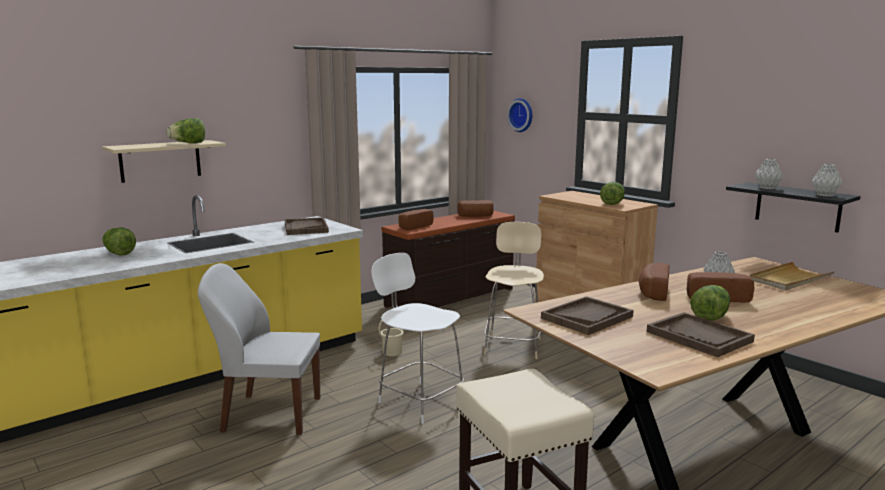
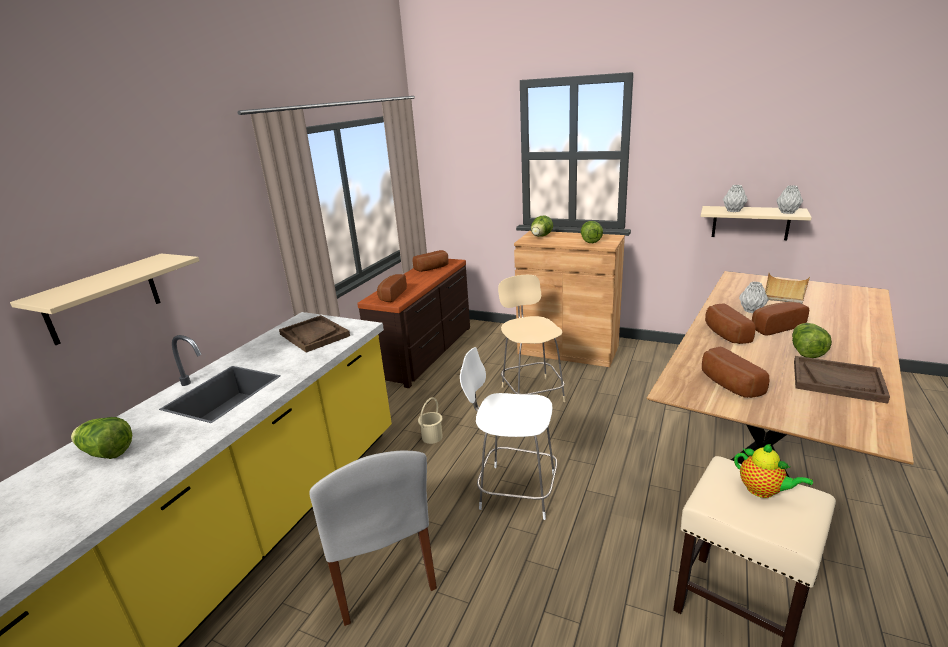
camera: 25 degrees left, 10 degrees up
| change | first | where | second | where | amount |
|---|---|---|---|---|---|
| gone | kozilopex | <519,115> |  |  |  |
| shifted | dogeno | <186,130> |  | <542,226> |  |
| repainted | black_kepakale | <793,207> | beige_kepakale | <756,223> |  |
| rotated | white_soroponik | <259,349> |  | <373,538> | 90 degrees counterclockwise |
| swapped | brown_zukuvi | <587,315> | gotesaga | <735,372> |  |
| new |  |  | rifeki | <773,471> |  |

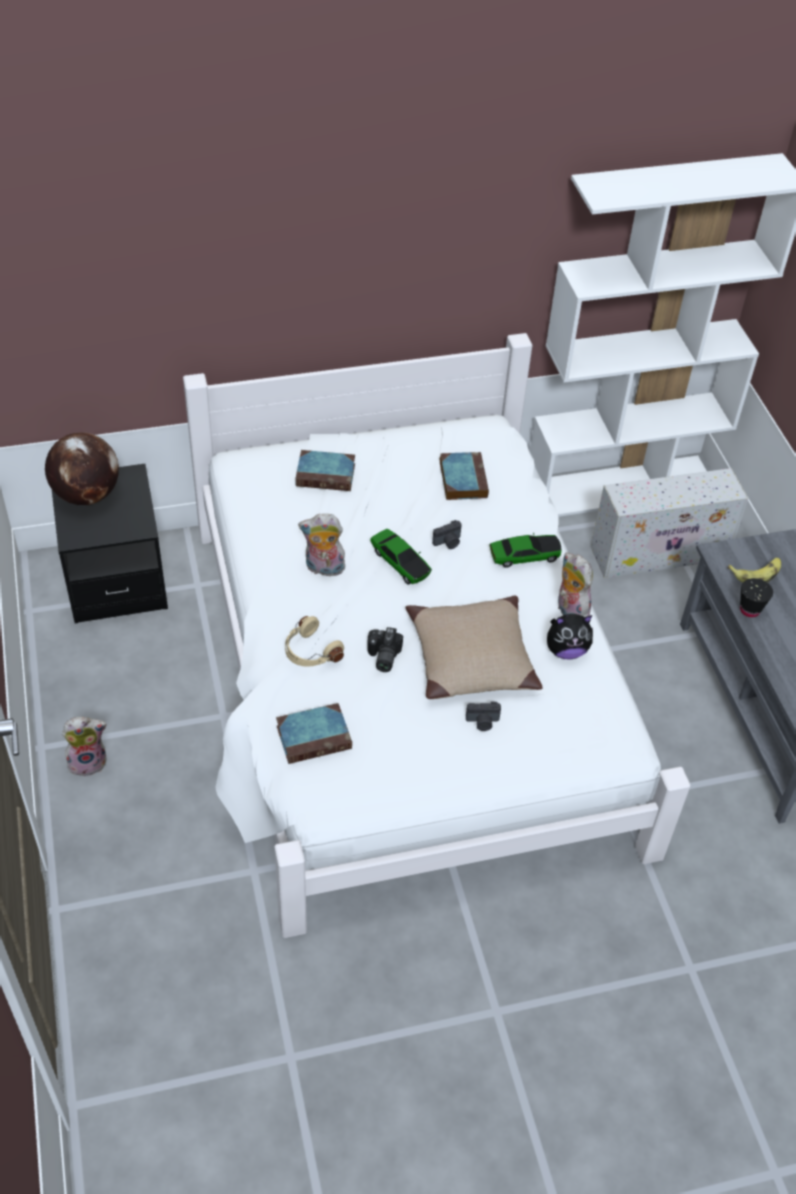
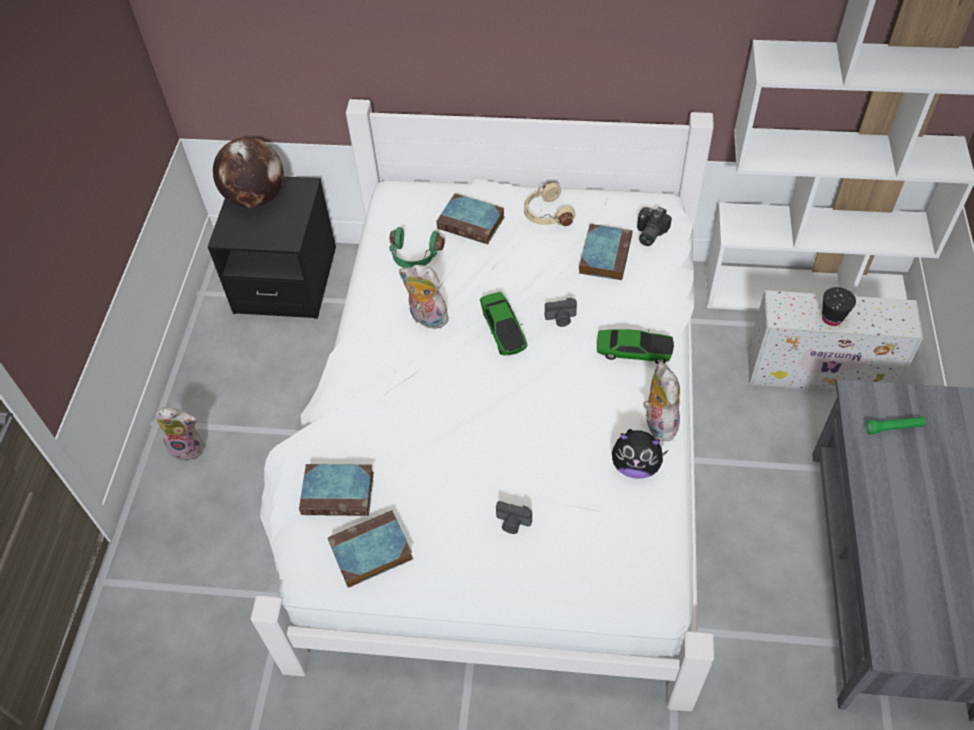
camera: 25 degrees right, 5 degrees up
| change | first | where | second | where | amount |
|---|---|---|---|---|---|
| swapped | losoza | <754,570> | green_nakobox | <895,425> |  |
| shifted | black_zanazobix | <756,597> |  | <839,306> |  |
| gone | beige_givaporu | <474,647> |  |  |  |
| shifted | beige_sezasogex | <314,641> |  | <549,204> |  |
| shifted | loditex | <385,649> |  | <654,226> |  |
| new |  |  | green_sezasogex | <417,247> |  |
| new |  |  | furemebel | <370,549> |  |

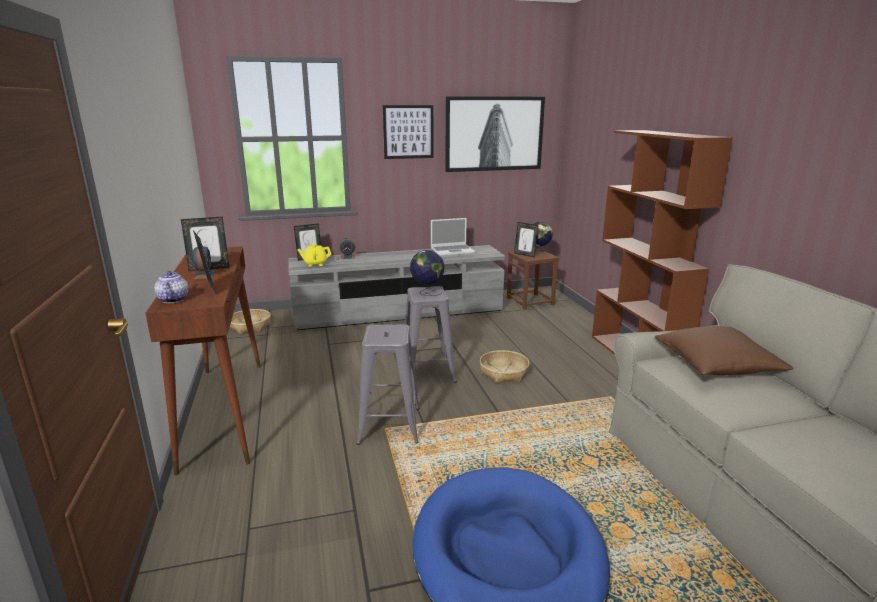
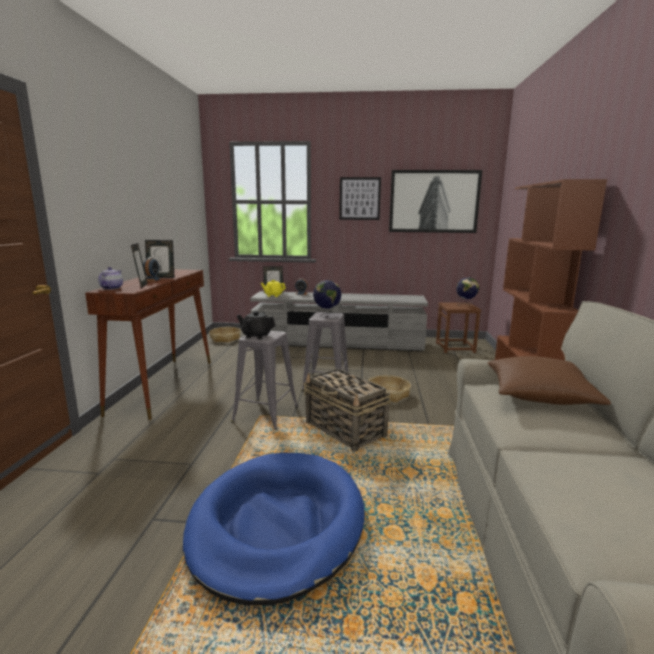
camera: 20 degrees right, 5 degrees down
| change | first | where | second | where | amount |
|---|---|---|---|---|---|
| gone | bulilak | <453,237> |  |  |  |
| gone | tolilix | <526,239> |  |  |  |
| new |  |  | black_rifeki | <256,325> |  |
| new |  |  | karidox | <347,410> |  |

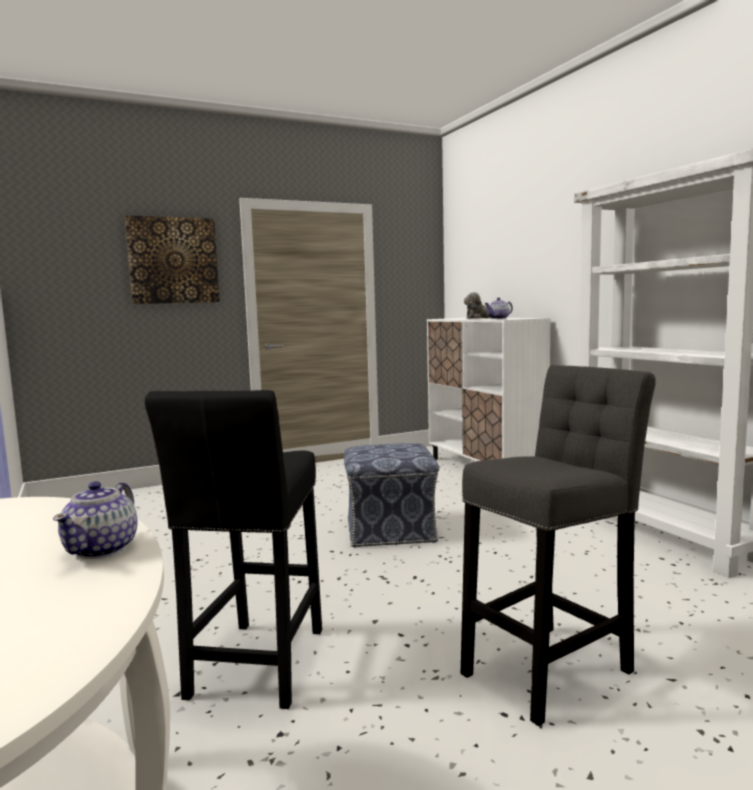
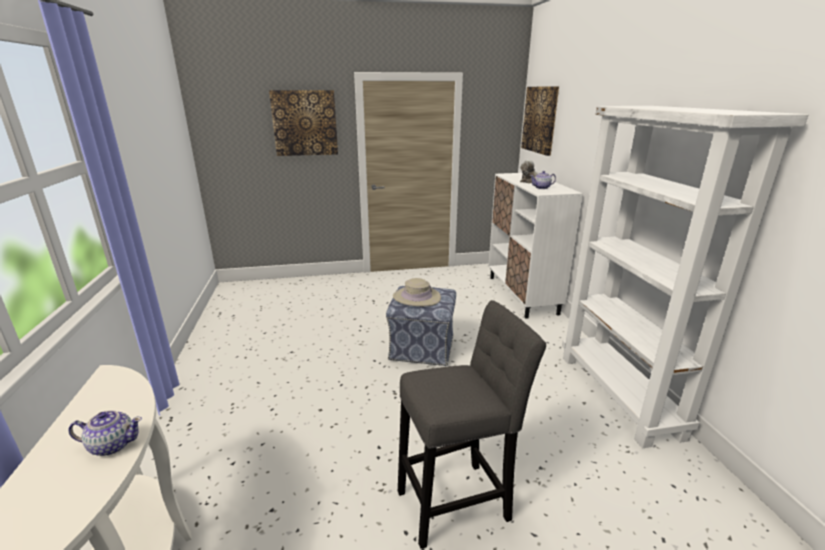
camera: 15 degrees right, 15 degrees up
| change | first | where | second | where | amount |
|---|---|---|---|---|---|
| gone | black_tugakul | <233,549> |  |  |  |
| rotated | rifeki | <95,520> |  | <105,433> | 120 degrees counterclockwise |
| new |  |  | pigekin | <540,121> |  |
| new |  |  | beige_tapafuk | <417,292> |  |

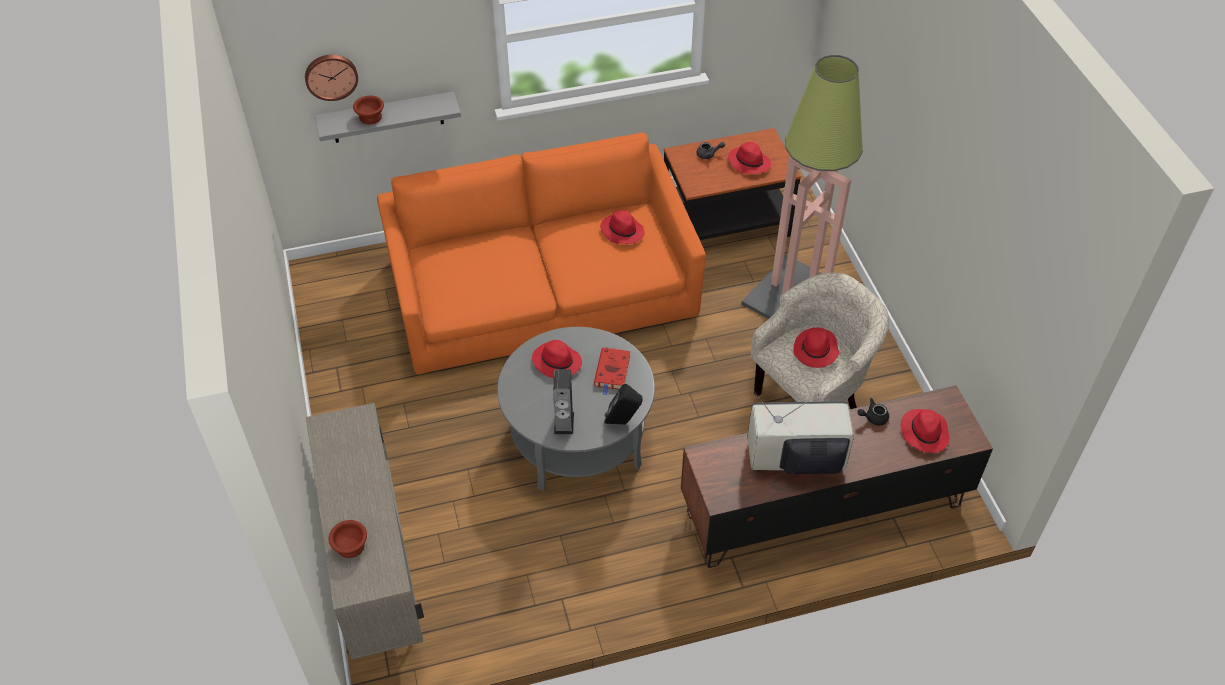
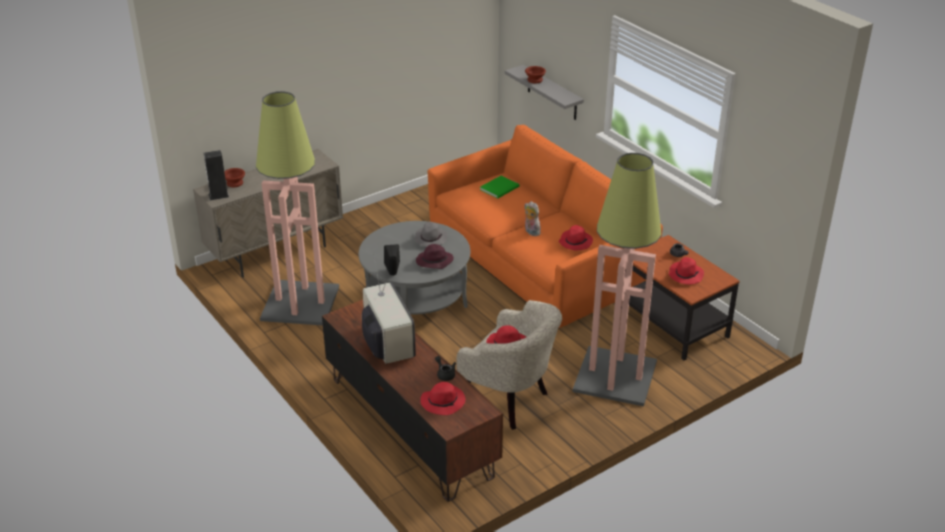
camera: 70 degrees right, 15 degrees down
| change | first | where | second | where | amount |
|---|---|---|---|---|---|
| gone | kozilopex | <331,78> |  |  |  |
| repainted | red_tapafuk | <557,359> | grey_tapafuk | <431,234> |  |
| swapped | red_furemebel | <612,371> | purple_tapafuk | <435,256> |  |
| shifted | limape | <563,401> |  | <216,175> |  |
| new |  |  | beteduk | <297,208> |  |
| new |  |  | green_furemebel | <500,187> |  |
| new |  |  | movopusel | <533,218> |  |

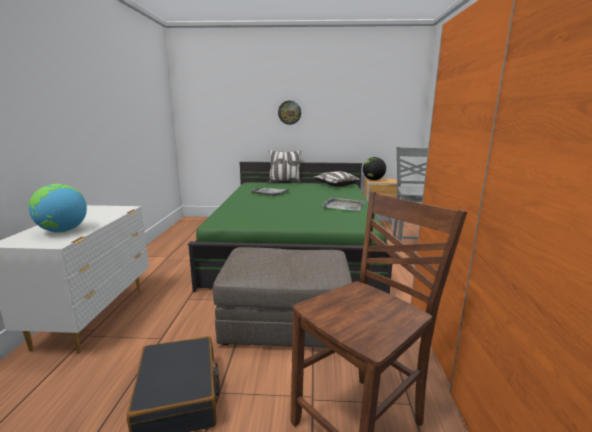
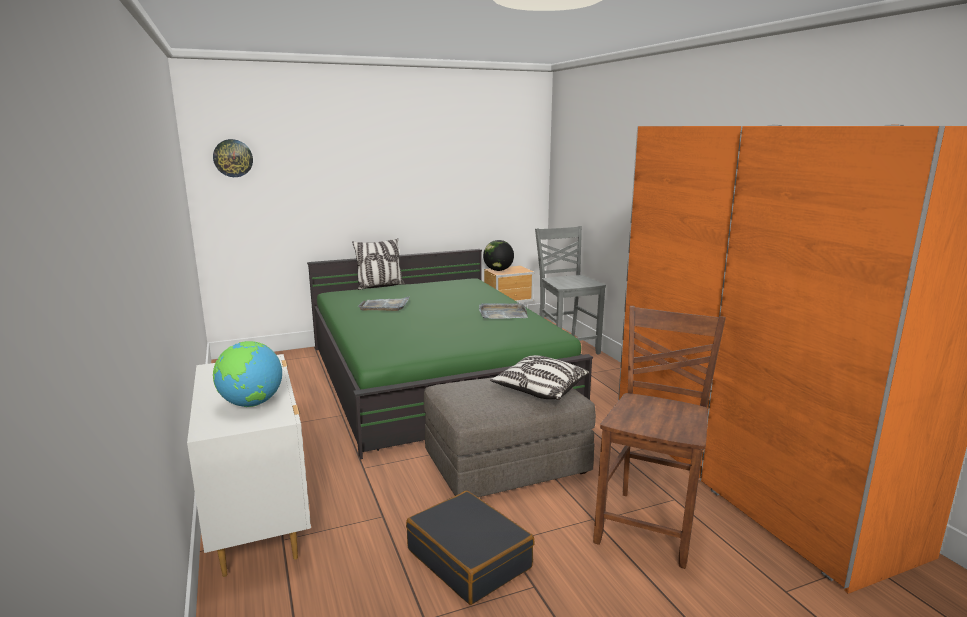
camera: 25 degrees left, 0 degrees up
| change | first | where | second | where | amount |
|---|---|---|---|---|---|
| shifted | kozilopex | <289,113> |  | <233,158> |  |
| shifted | givaporu | <336,179> |  | <539,377> |  |

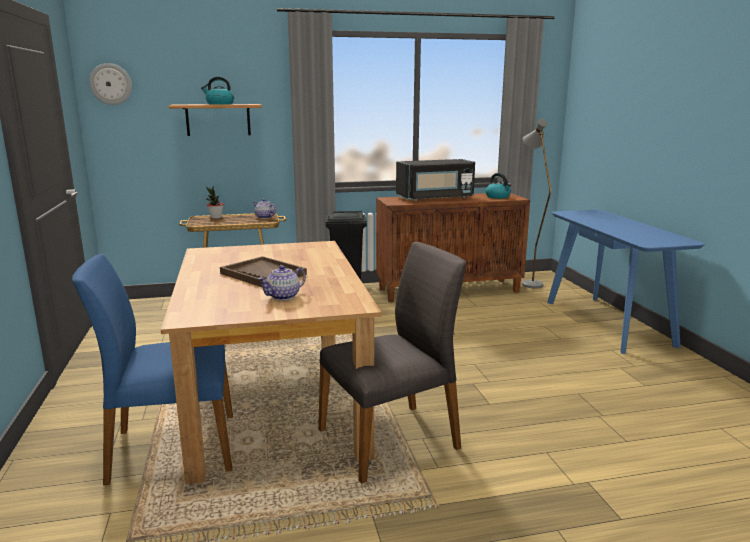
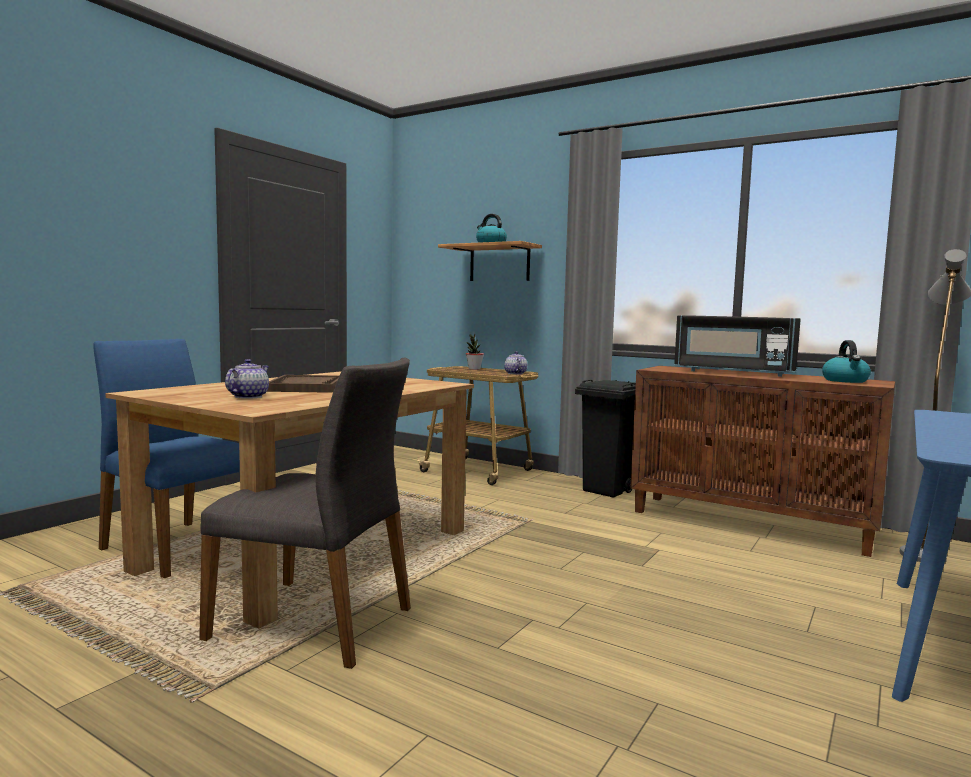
camera: 45 degrees right, 10 degrees down
| change | first | where | second | where | amount |
|---|---|---|---|---|---|
| gone | kozilopex | <110,84> |  |  |  |
| rotated | rifeki | <282,282> |  | <247,379> | 105 degrees clockwise |

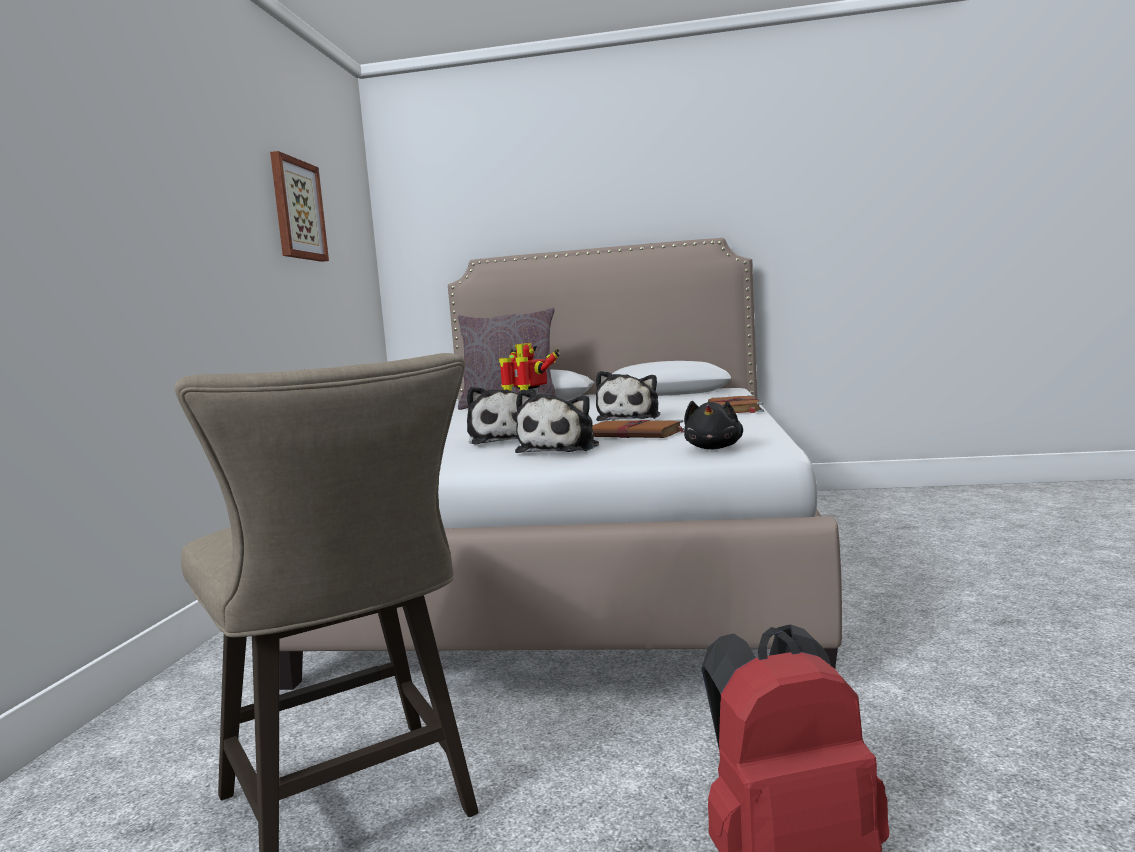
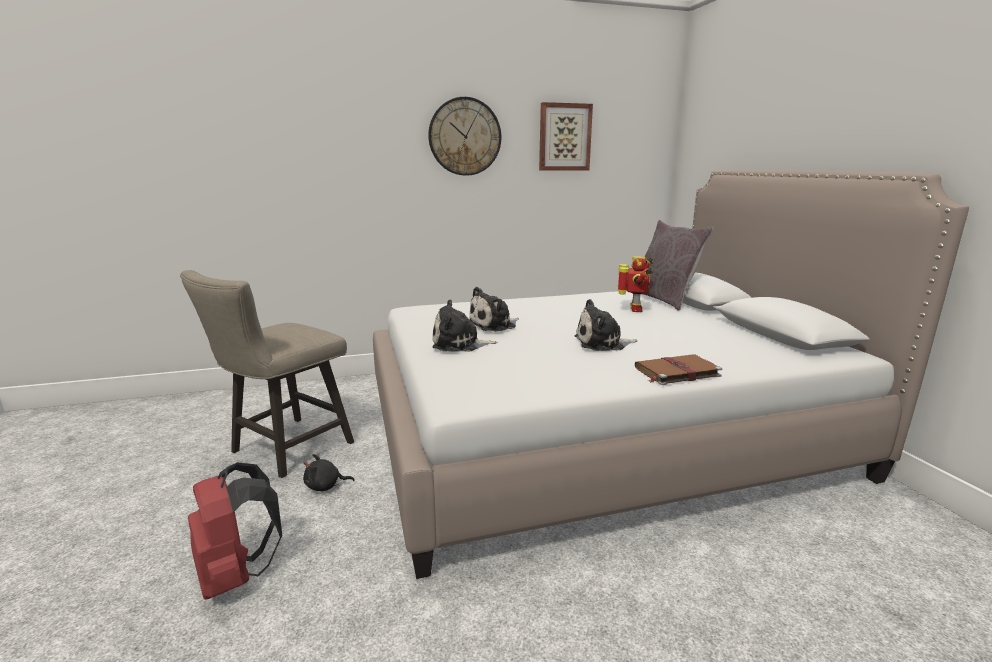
camera: 65 degrees right, 10 degrees up
| change | first | where | second | where | amount |
|---|---|---|---|---|---|
| shifted | black_movopusel | <713,425> |  | <329,472> |  |
| gone | brown_furemebel | <638,429> |  |  |  |
| new |  |  | kozilopex | <464,136> |  |

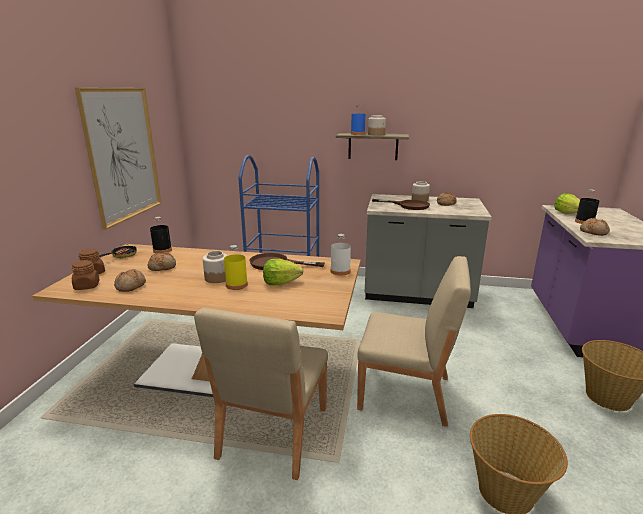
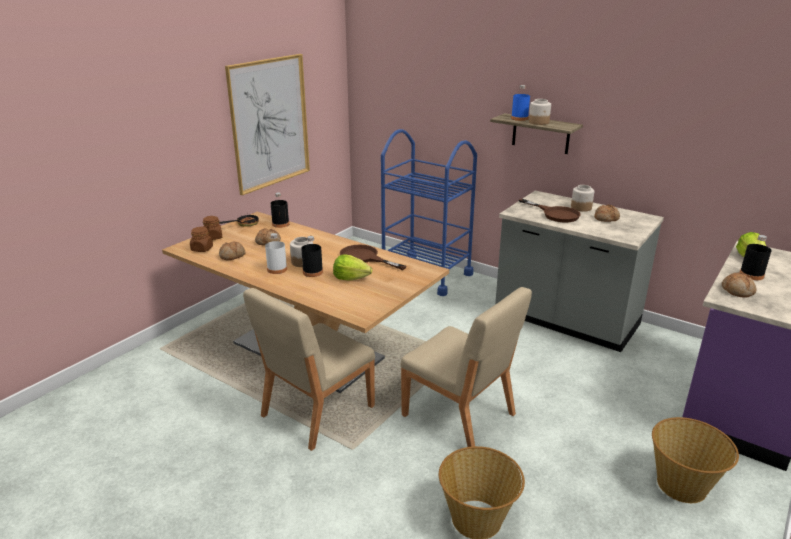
camera: 25 degrees right, 5 degrees up
| change | first | where | second | where | amount |
|---|---|---|---|---|---|
| shifted | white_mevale | <340,255> |  | <276,253> |  |
| repainted | yellow_mevale | <236,267> | black_mevale | <312,256> |  |

